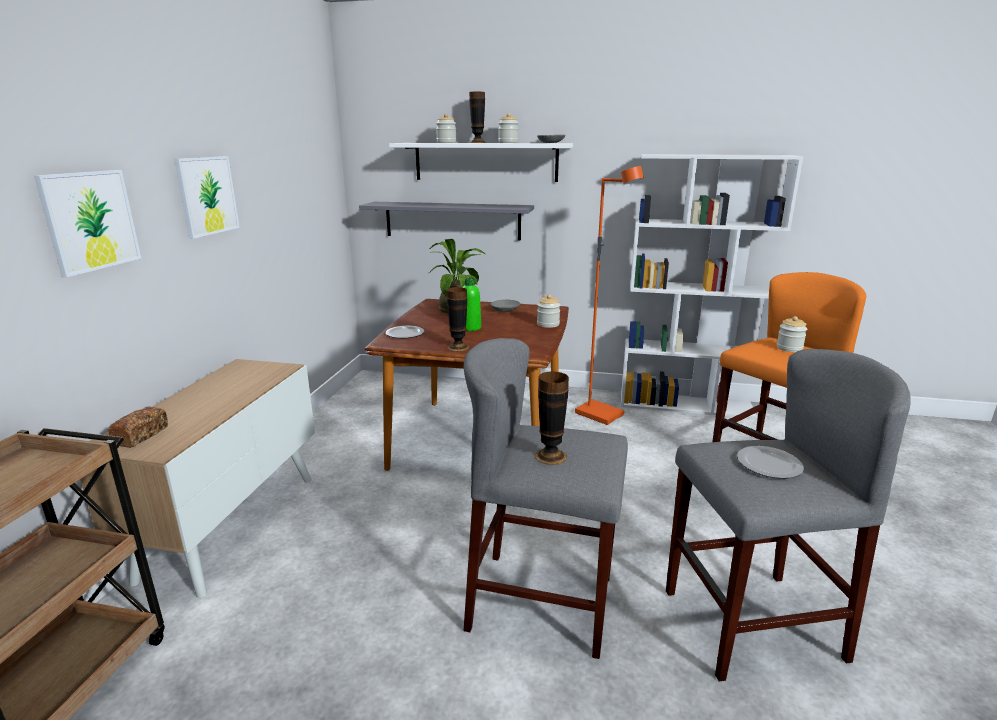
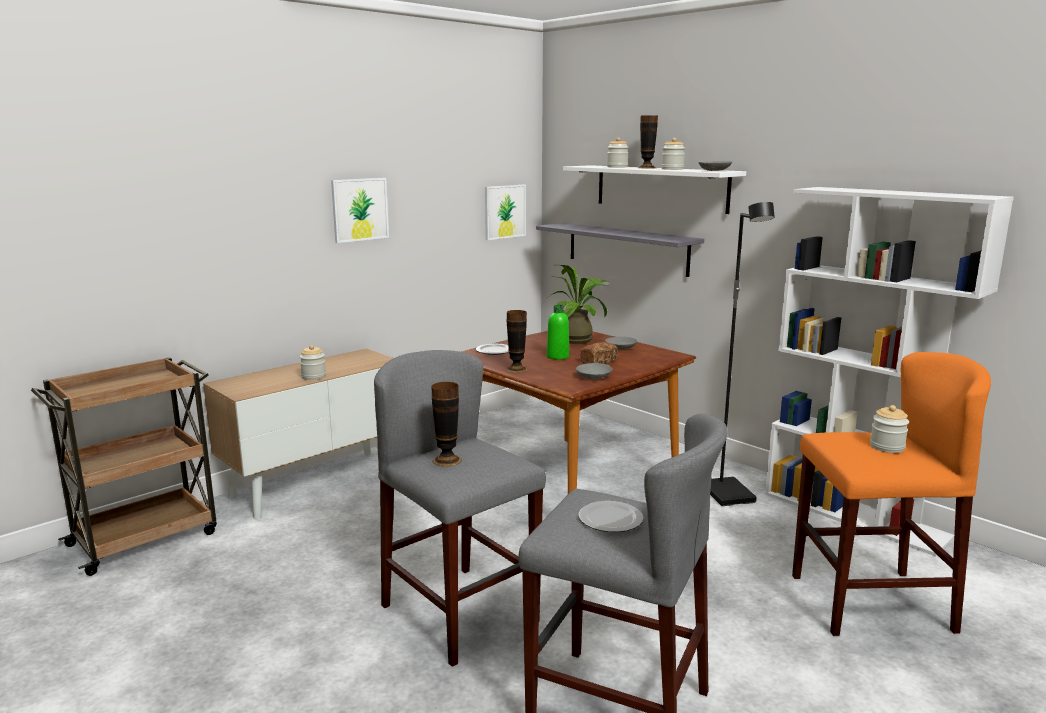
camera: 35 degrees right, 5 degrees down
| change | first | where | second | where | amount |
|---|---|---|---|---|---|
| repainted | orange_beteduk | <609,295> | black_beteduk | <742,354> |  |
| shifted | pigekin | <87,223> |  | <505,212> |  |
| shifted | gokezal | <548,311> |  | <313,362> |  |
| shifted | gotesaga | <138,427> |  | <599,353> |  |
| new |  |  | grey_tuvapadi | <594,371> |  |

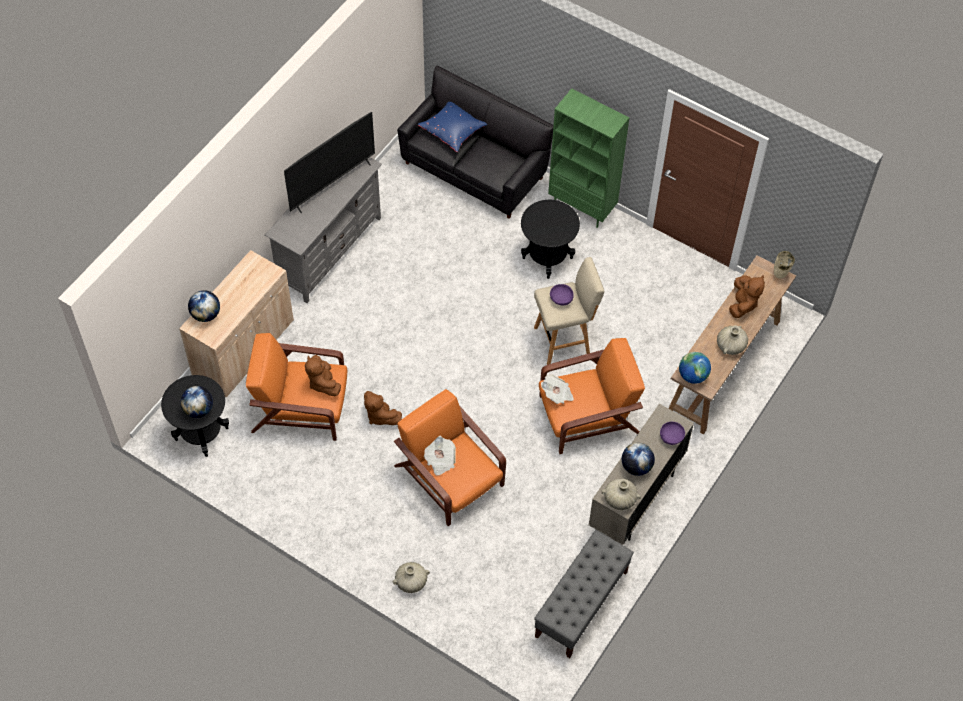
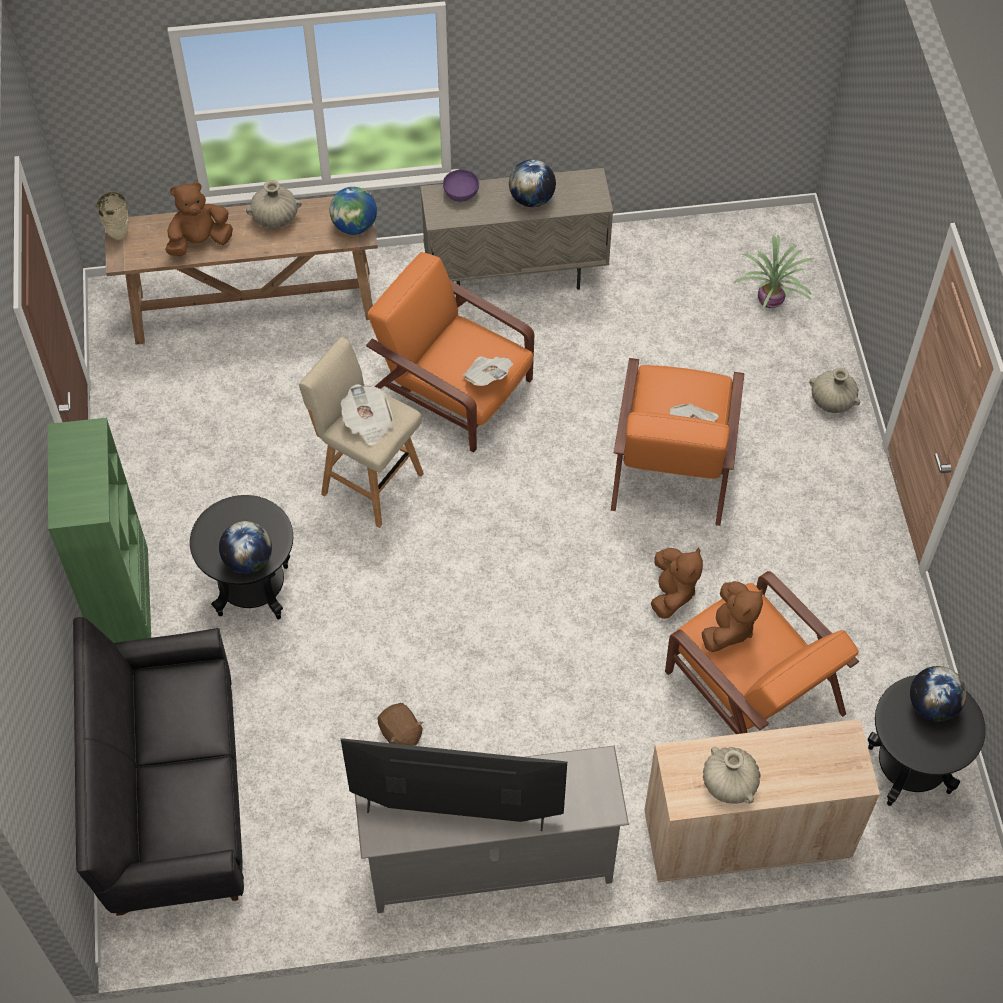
camera: 130 degrees left, 0 degrees up
| change | first | where | second | where | amount |
|---|---|---|---|---|---|
| gone | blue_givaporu | <452,127> |  |  |  |
| swapped | purple_tuvapadi | <562,294> | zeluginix | <367,415> |  |
| shifted | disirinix | <204,306> |  | <245,547> |  |
| shifted | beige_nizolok | <621,494> |  | <732,775> |  |
| gone | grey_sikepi | <584,594> |  |  |  |
| new |  |  | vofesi | <773,272> |  |
| new |  |  | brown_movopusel | <401,724> |  |

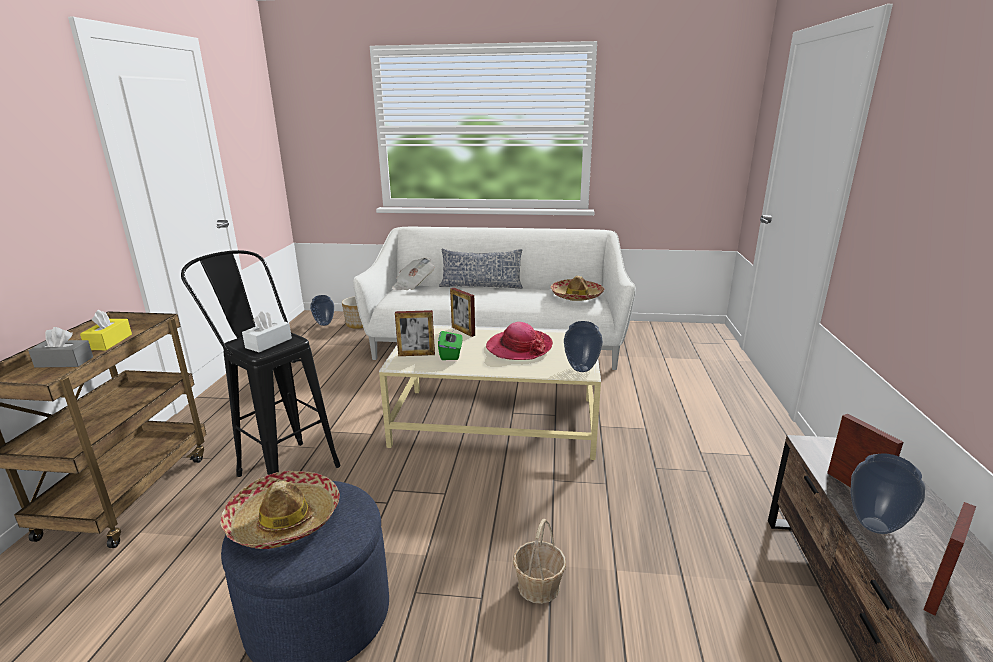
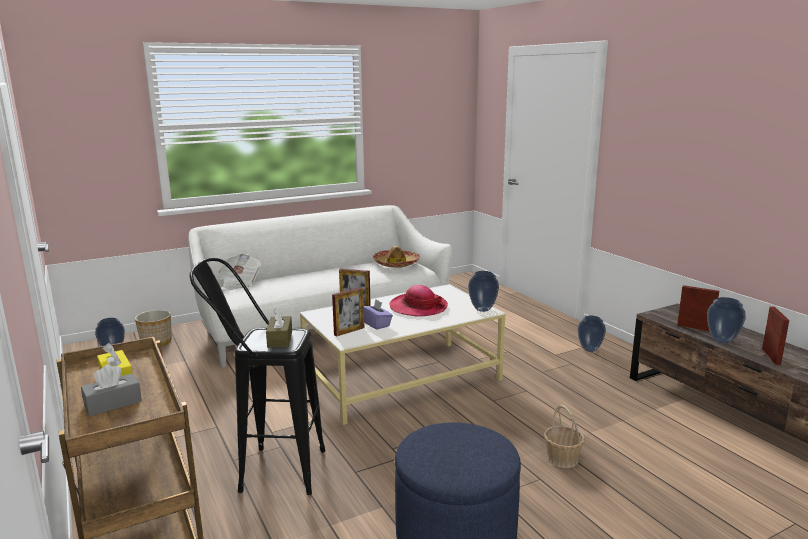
camera: 35 degrees left, 5 degrees down
| change | first | where | second | where | amount |
|---|---|---|---|---|---|
| gone | givaporu | <481,268> |  |  |  |
| repainted | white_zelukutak | <267,331> | brown_zelukutak | <279,328> |  |
| repainted | green_zelukutak | <450,344> | purple_zelukutak | <378,315> |  |
| gone | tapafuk | <280,510> |  |  |  |
| new |  |  | nizolok | <592,334> |  |

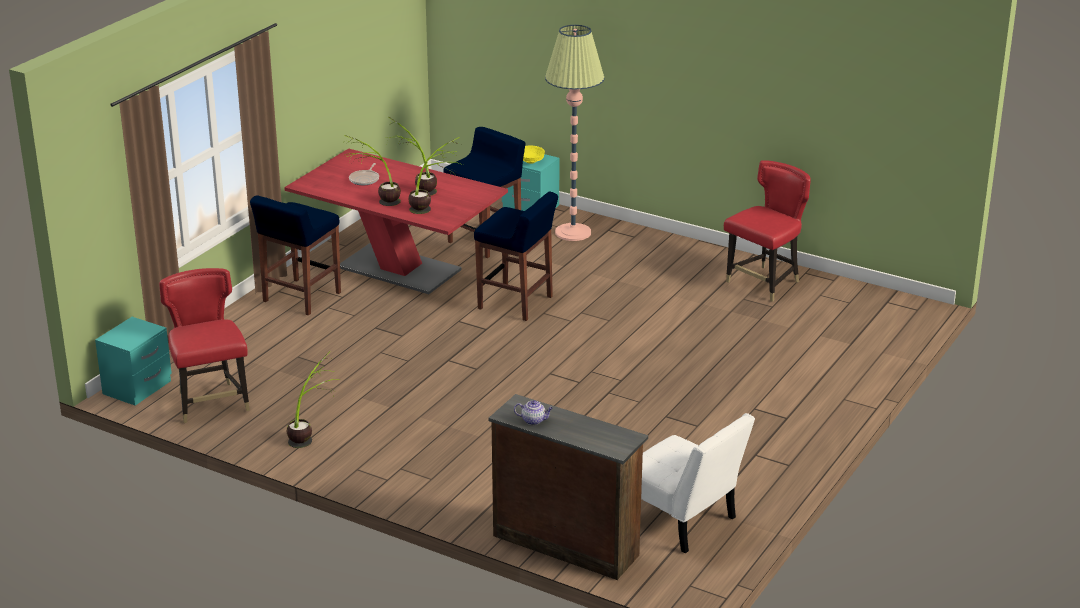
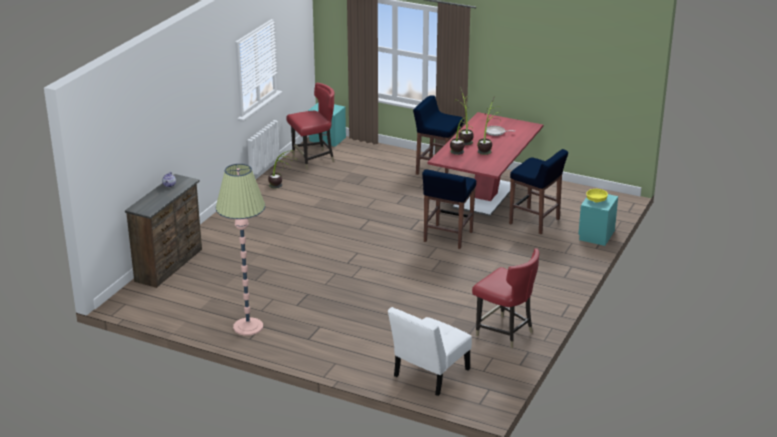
camera: 85 degrees right, 0 degrees up
| change | first | where | second | where | amount |
|---|---|---|---|---|---|
| shifted | beteduk | <575,133> |  | <240,250> |  |
| shifted | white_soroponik | <698,483> |  | <430,351> |  |

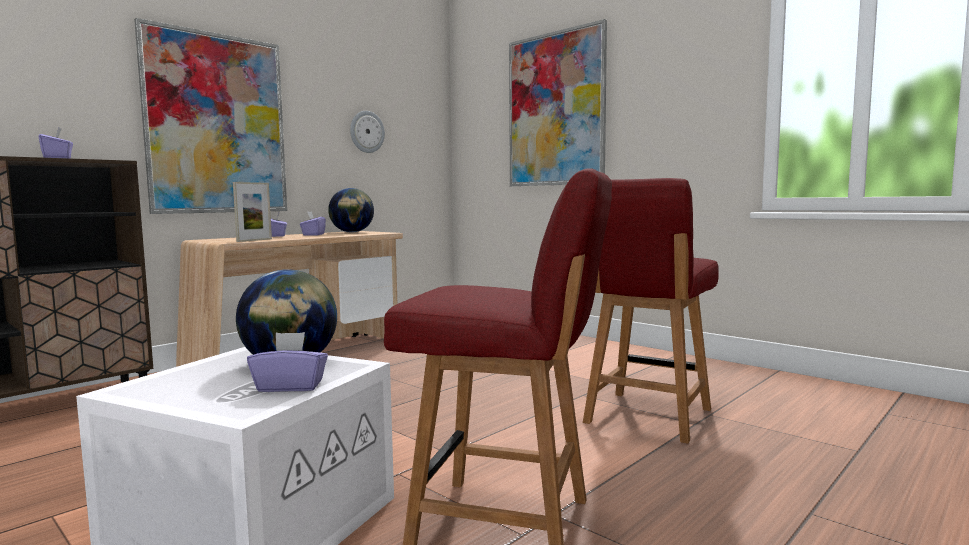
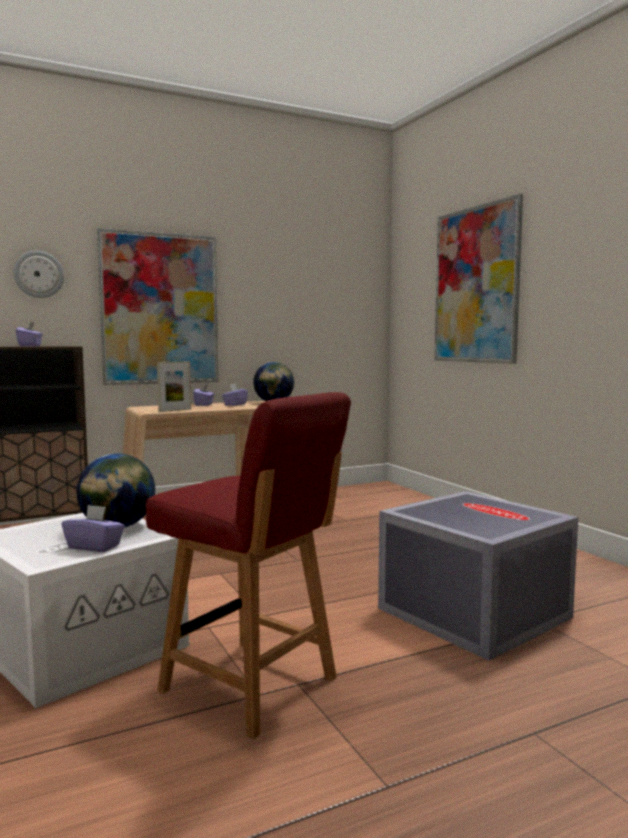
camera: 20 degrees right, 0 degrees up
| change | first | where | second | where | amount |
|---|---|---|---|---|---|
| shifted | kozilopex | <367,132> |  | <38,274> |  |
| swapped | red_soroponik | <651,311> | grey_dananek | <478,576> |  |

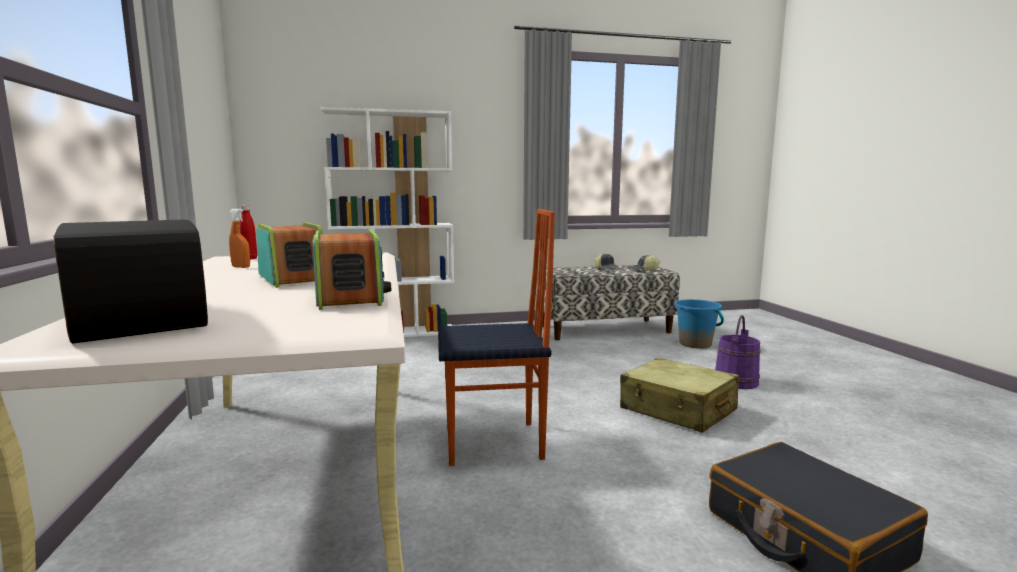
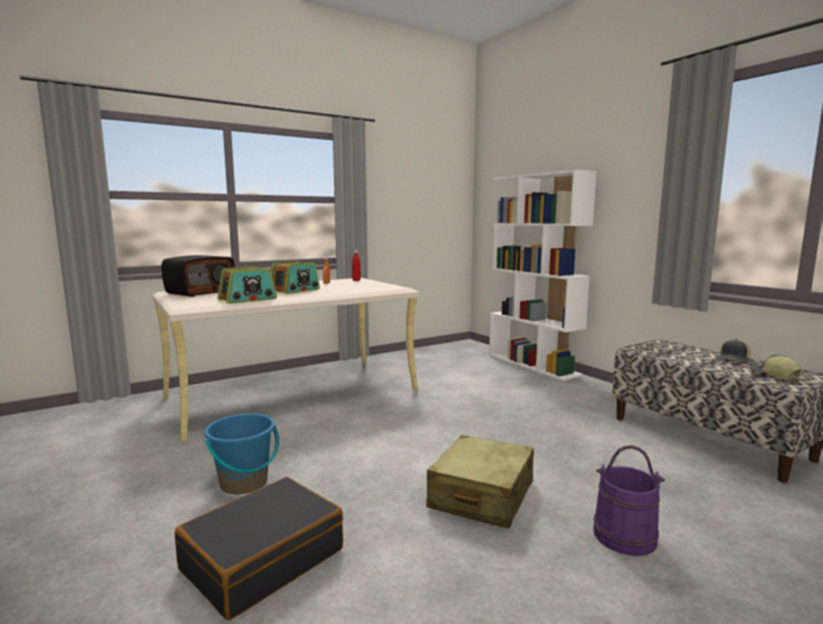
camera: 70 degrees right, 0 degrees up
| change | first | where | second | where | amount |
|---|---|---|---|---|---|
| gone | soroponik | <496,337> |  |  |  |
| shifted | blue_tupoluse | <699,323> |  | <241,454> |  |

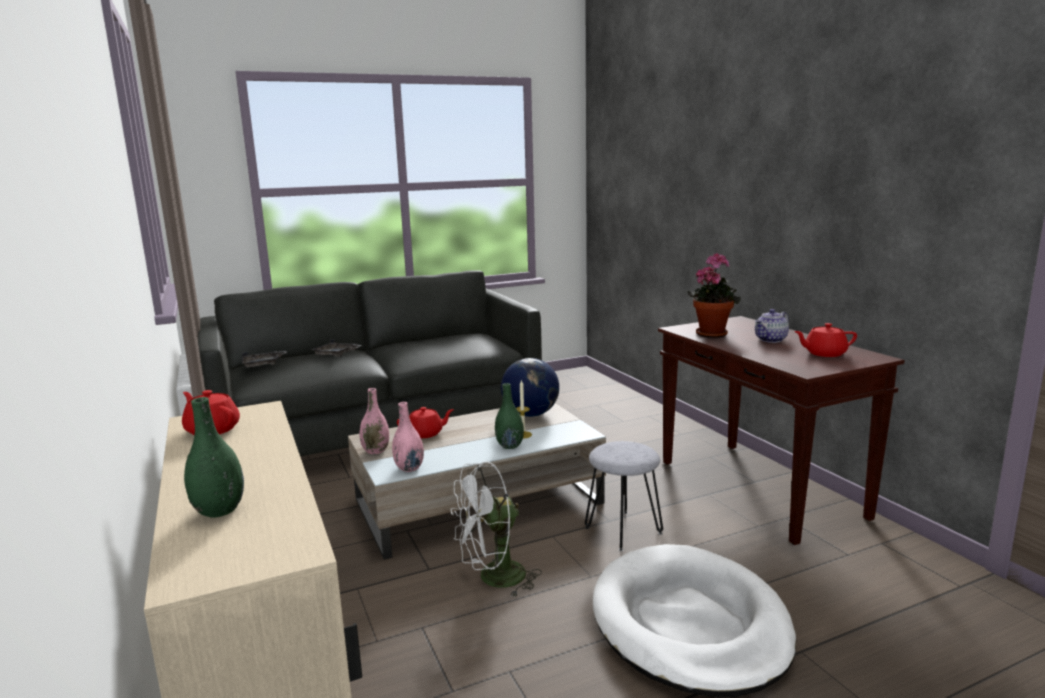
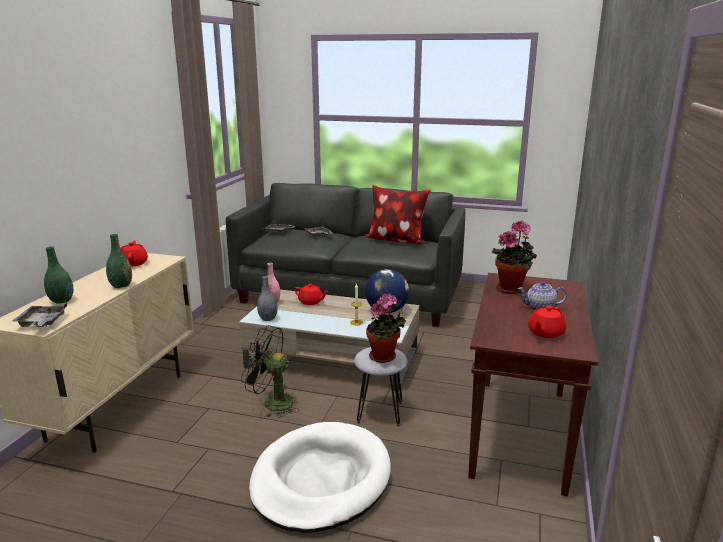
camera: 40 degrees right, 5 degrees up
| change | first | where | second | where | amount |
|---|---|---|---|---|---|
| rotated | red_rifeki | <825,340> |  | <547,322> | 90 degrees counterclockwise |
| shifted | green_nizolok | <509,416> |  | <119,261> |  |
| repainted | pink_nizolok | <408,437> | grey_nizolok | <267,298> |  |
| repainted | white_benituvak | <496,529> | black_benituvak | <270,371> |  |
| new |  |  | givaporu | <398,214> |  |
| new |  |  | vofesi | <386,328> |  |
| new |  |  | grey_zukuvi | <39,315> |  |

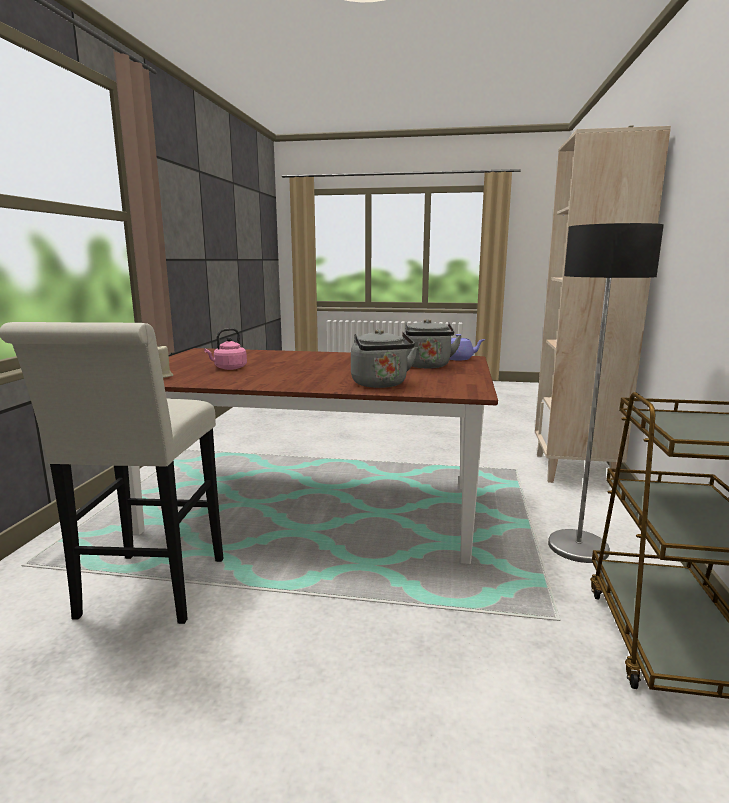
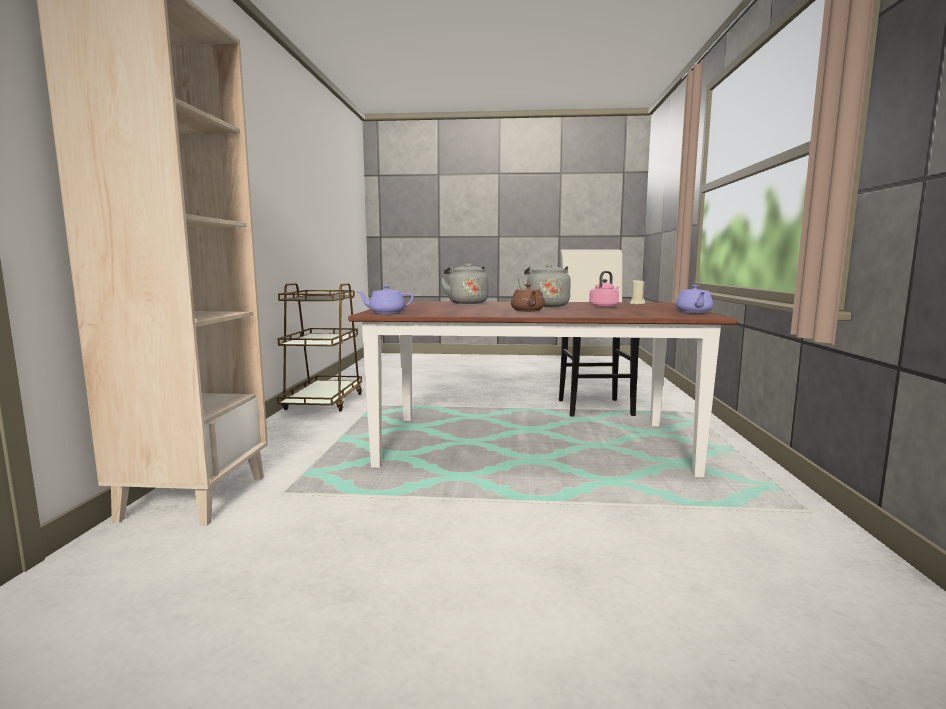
camera: 175 degrees right, 5 degrees down
| change | first | where | second | where | amount |
|---|---|---|---|---|---|
| gone | beteduk | <606,393> |  |  |  |
| shifted | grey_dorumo | <432,343> |  | <544,285> |  |
| new |  |  | brown_rifeki | <528,297> |  |
| new |  |  | purple_rifeki | <694,299> |  |

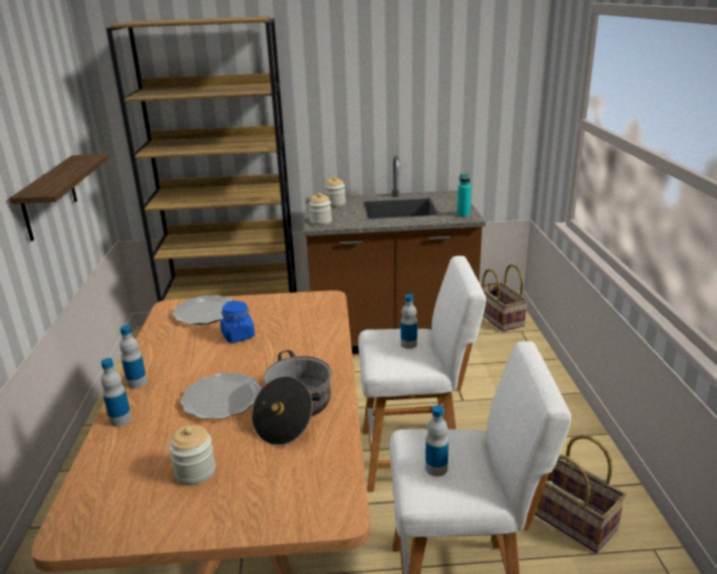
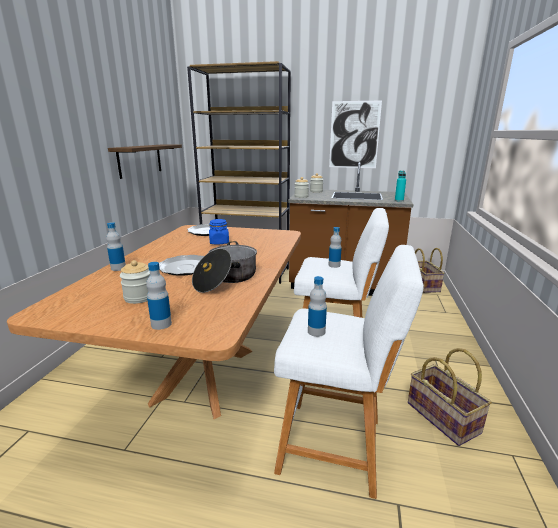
camera: 15 degrees right, 5 degrees down
| change | first | where | second | where | amount |
|---|---|---|---|---|---|
| shifted | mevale | <133,357> |  | <159,296> |  |
| new |  |  | pigekin | <355,134> |  |

